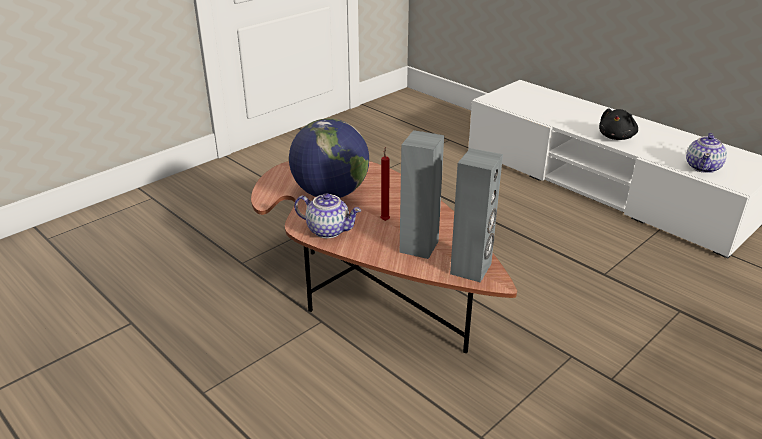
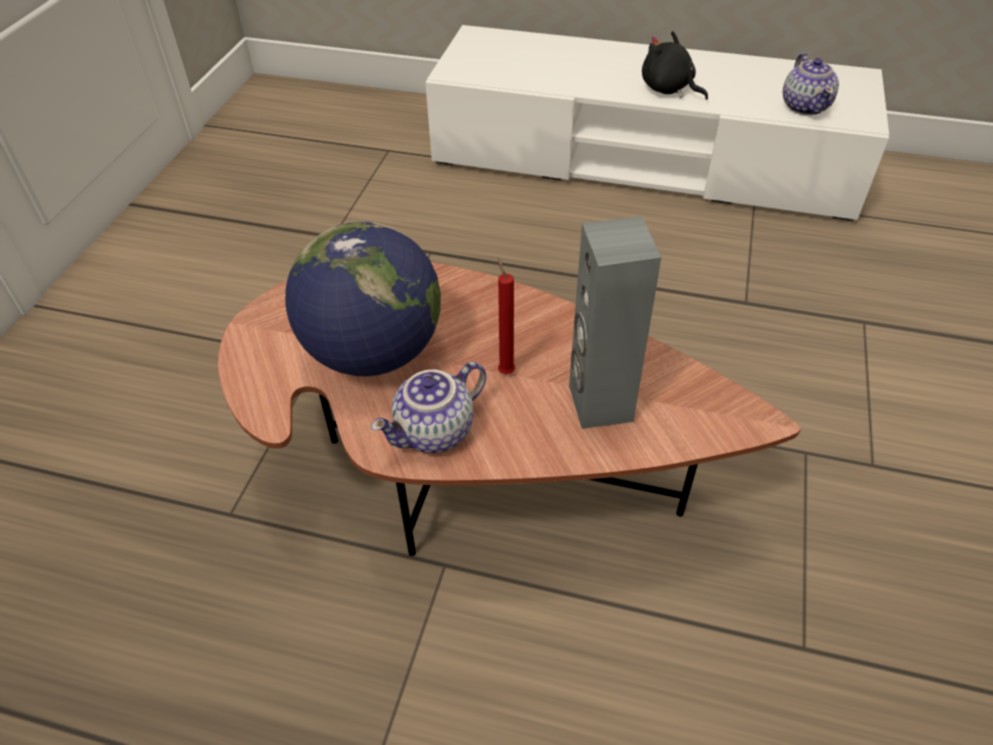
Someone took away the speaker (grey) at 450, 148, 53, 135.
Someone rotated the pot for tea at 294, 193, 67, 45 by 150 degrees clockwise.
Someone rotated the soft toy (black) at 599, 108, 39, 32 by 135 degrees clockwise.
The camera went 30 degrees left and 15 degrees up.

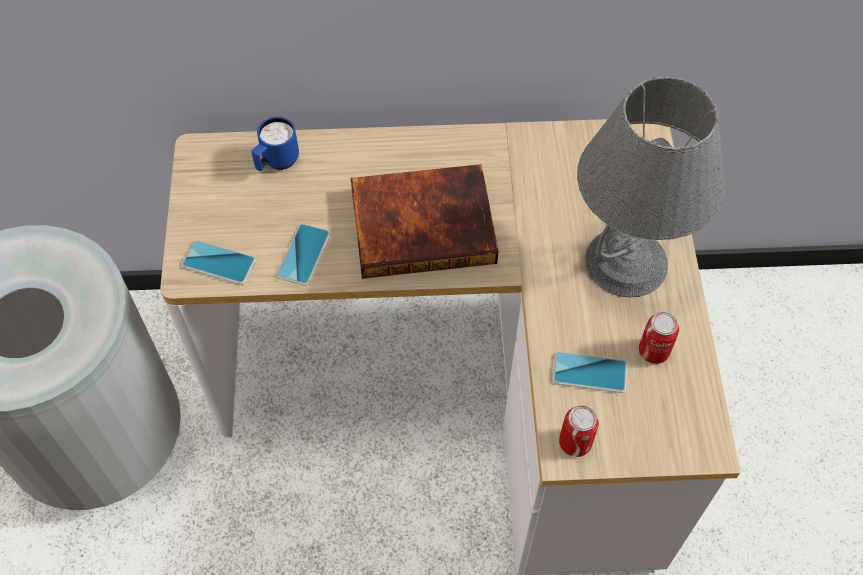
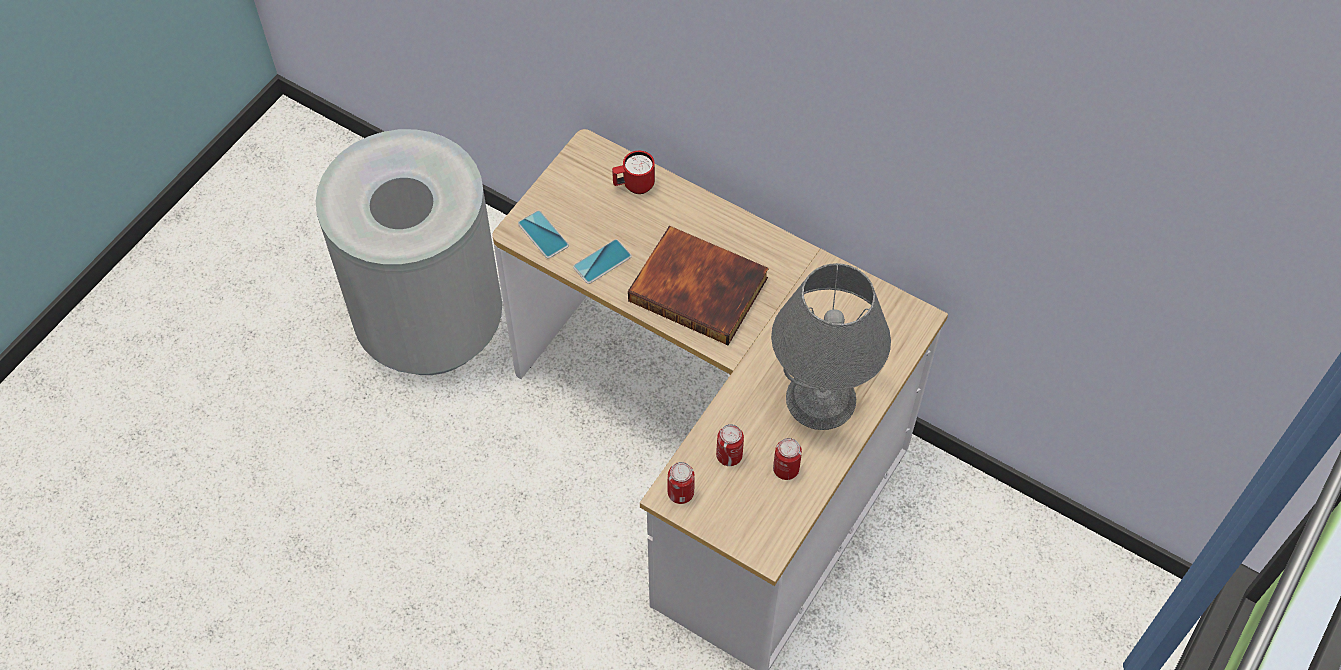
Someone swapped the phone at 552, 352, 75, 41 for the metal can at 716, 424, 28, 42.
Someone repainted the coffee mug (blue) at 251, 117, 48, 54, which became the coffee mug (red-coloured) at 612, 151, 43, 43.
The camera went 35 degrees right and 0 degrees up.

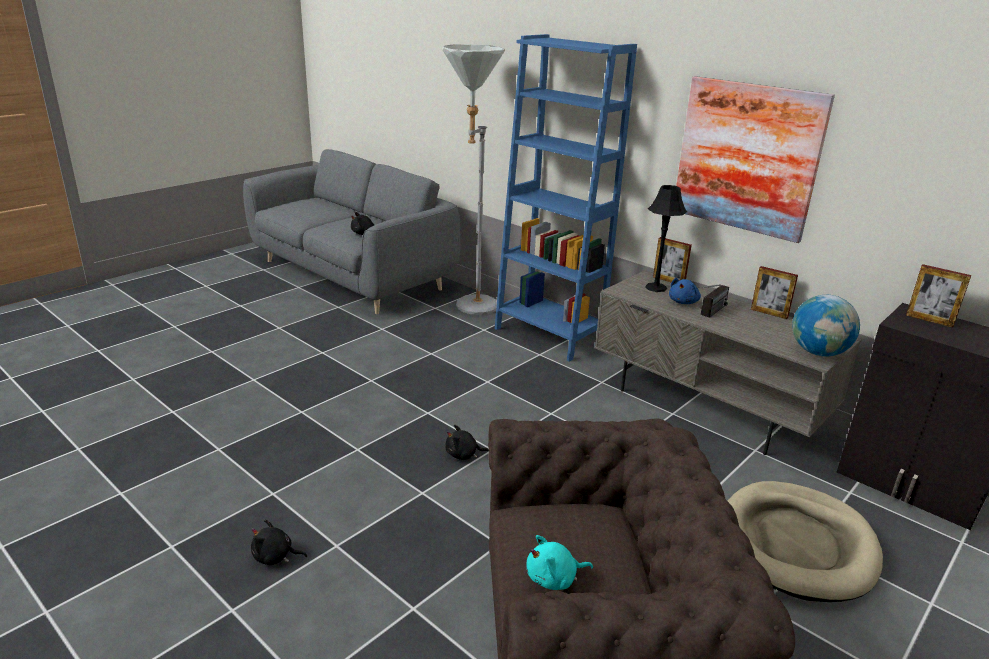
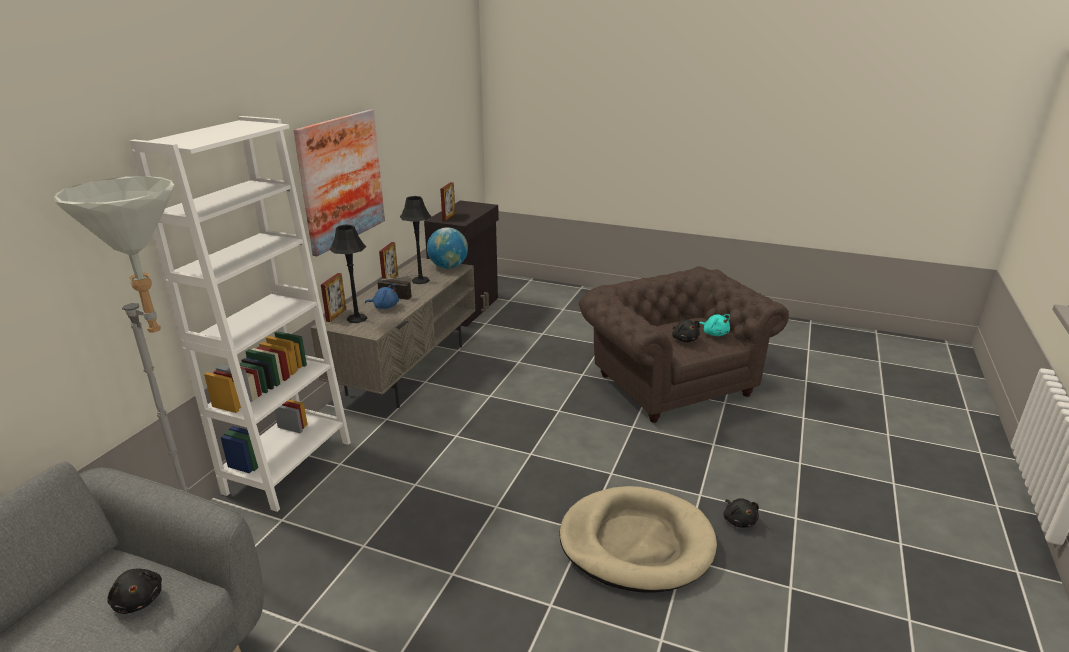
Someone put down the tabletop lamp (black) at 400, 196, 32, 88.
Someone carried the soft toy (black) from 445, 425, 44, 35 to 672, 320, 28, 22.
Someone carried the dog bed (sand-coloured) from 728, 481, 155, 121 to 559, 486, 158, 107.
Someone repainted the bookshelf (blue) at 495, 34, 142, 328, which became the bookshelf (white) at 129, 116, 222, 396.
The camera went 110 degrees left and 0 degrees up.

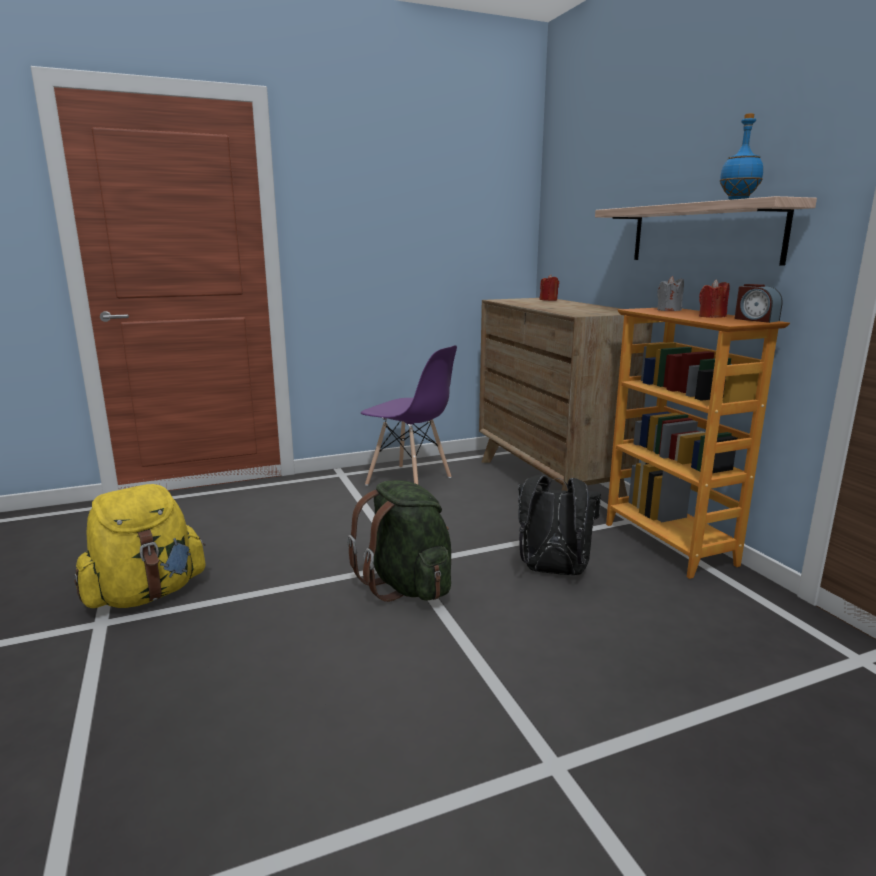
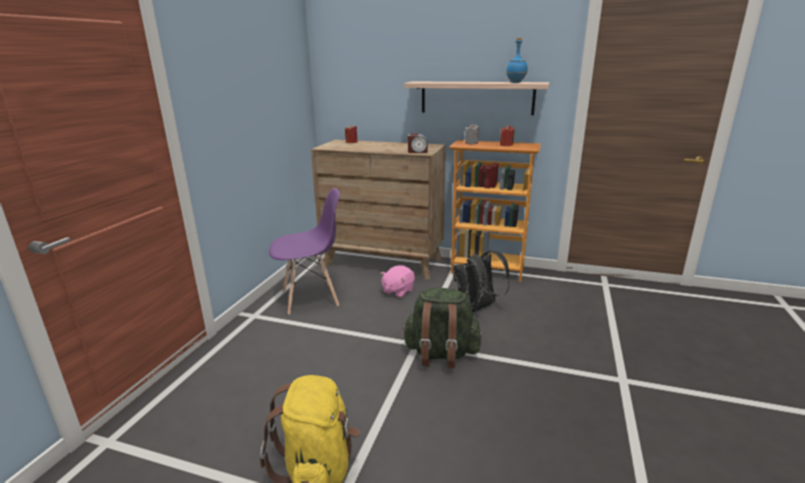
Someone put down the soft toy (pink-coloured) at 380, 265, 35, 33.
Someone carried the table clock from 735, 284, 47, 39 to 408, 134, 20, 19.
The camera went 50 degrees left and 5 degrees up.

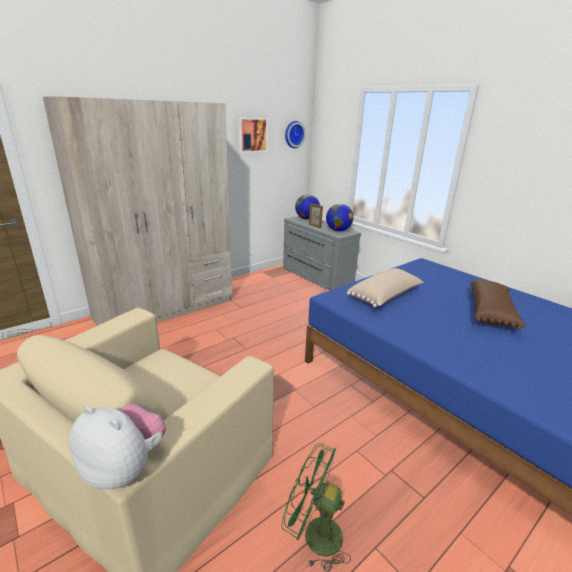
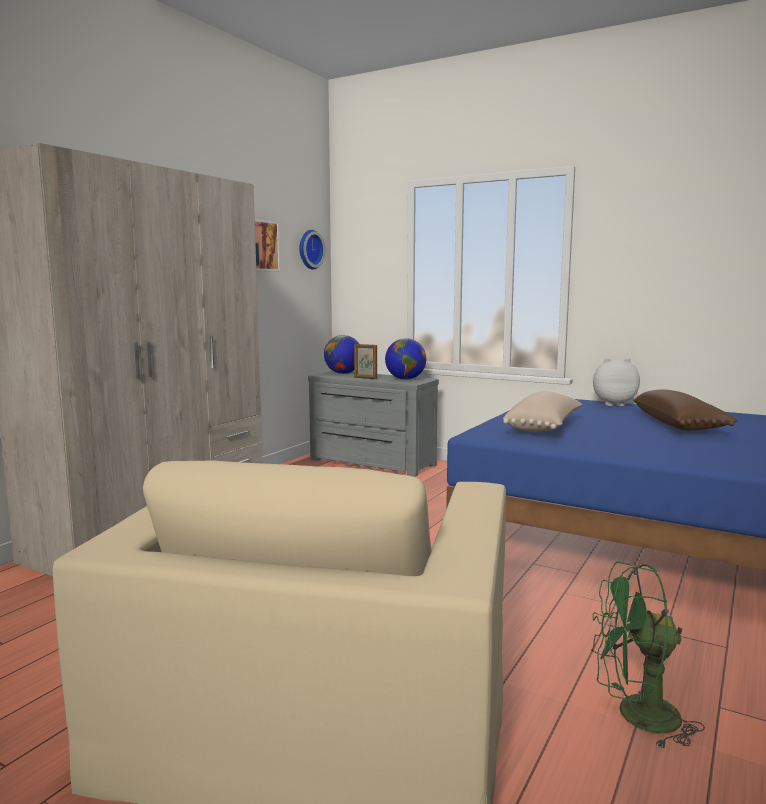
Someone carried the soft toy from 69, 403, 97, 87 to 593, 358, 47, 48.
The camera went 20 degrees left and 15 degrees down.

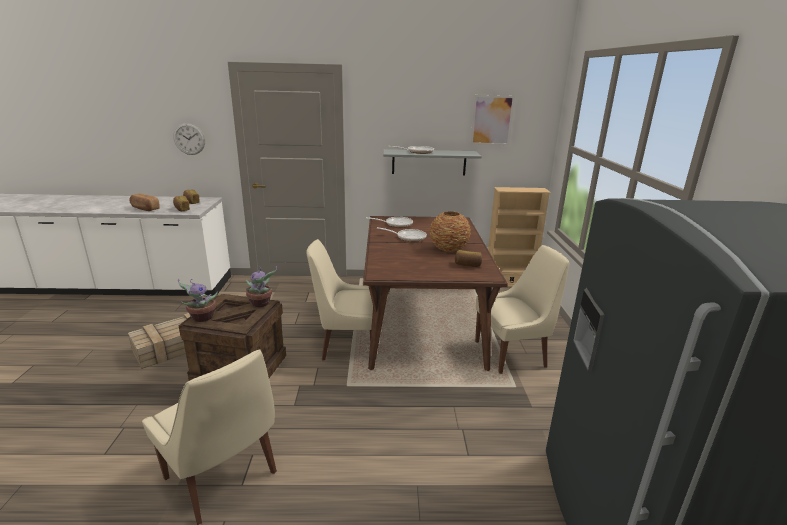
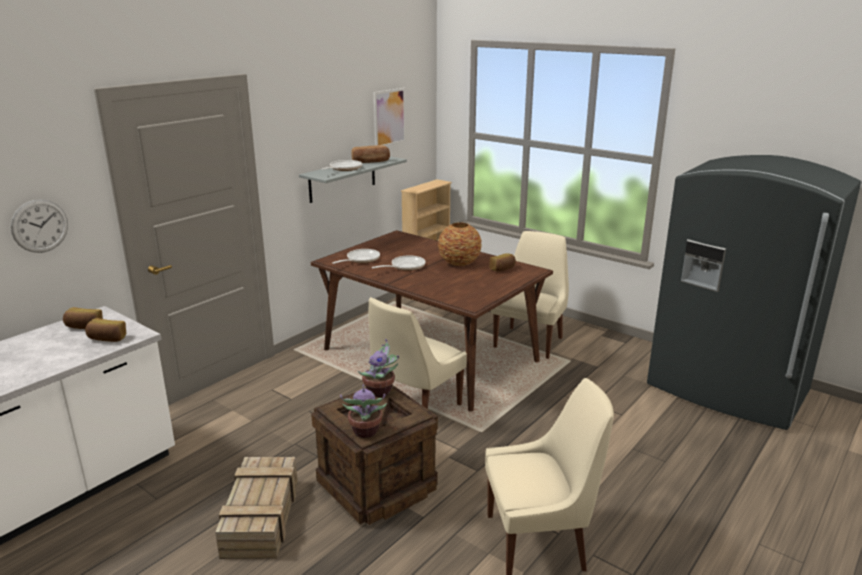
Someone carried the bread from 129, 193, 31, 18 to 351, 145, 39, 18.
The camera went 50 degrees left and 0 degrees up.

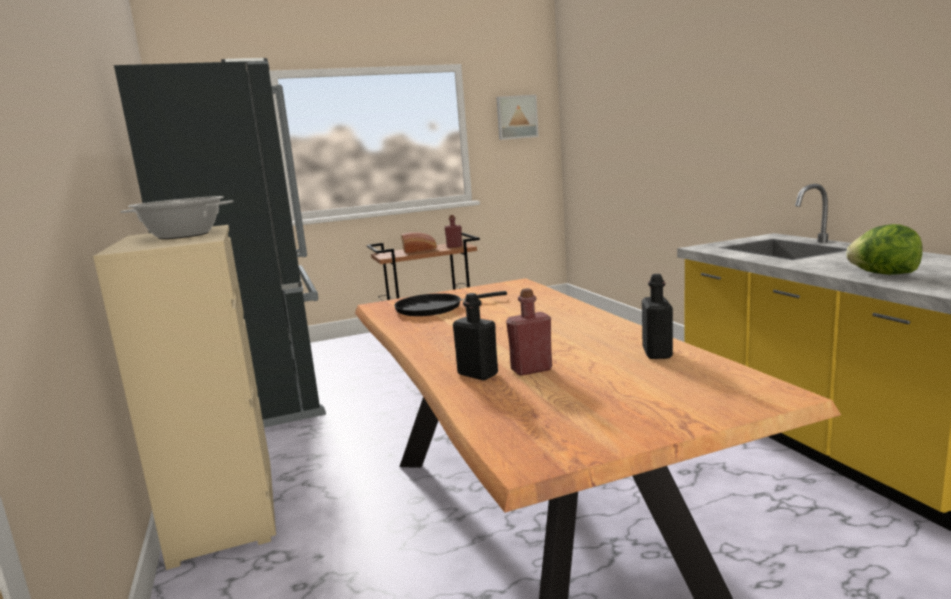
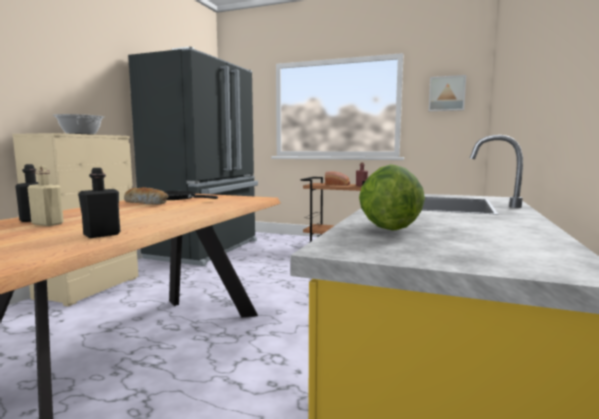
Someone put down the bread at 124, 187, 44, 18.
Someone repainted the beverage bottle (red-coloured) at 506, 288, 46, 88, which became the beverage bottle (sand-coloured) at 27, 165, 37, 61.
The camera went 40 degrees right and 5 degrees down.

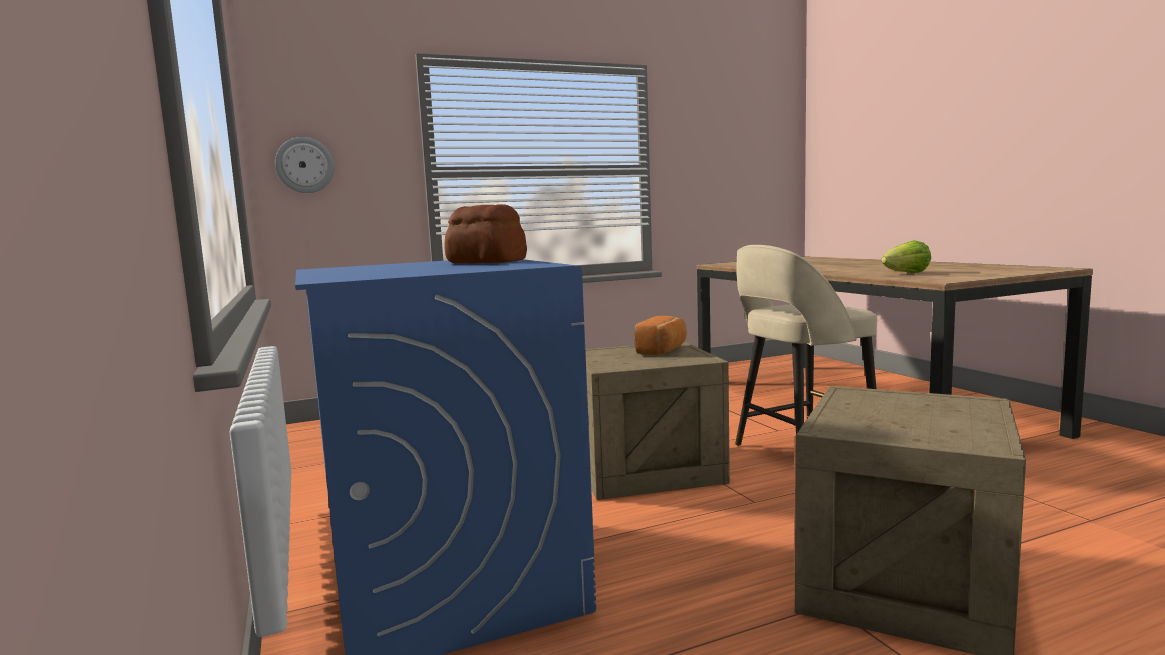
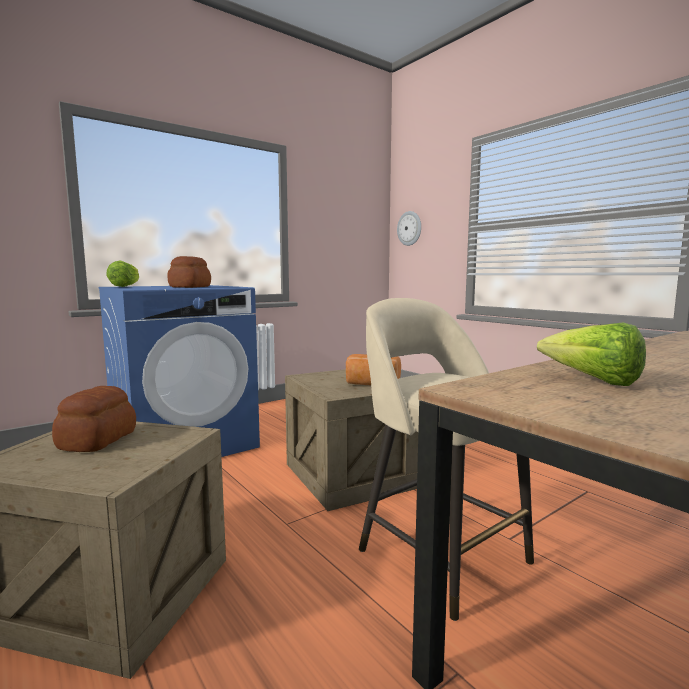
Someone put down the bread at 52, 386, 84, 66.
Someone put down the lettuce at 106, 260, 33, 27.
The camera went 75 degrees right and 0 degrees up.

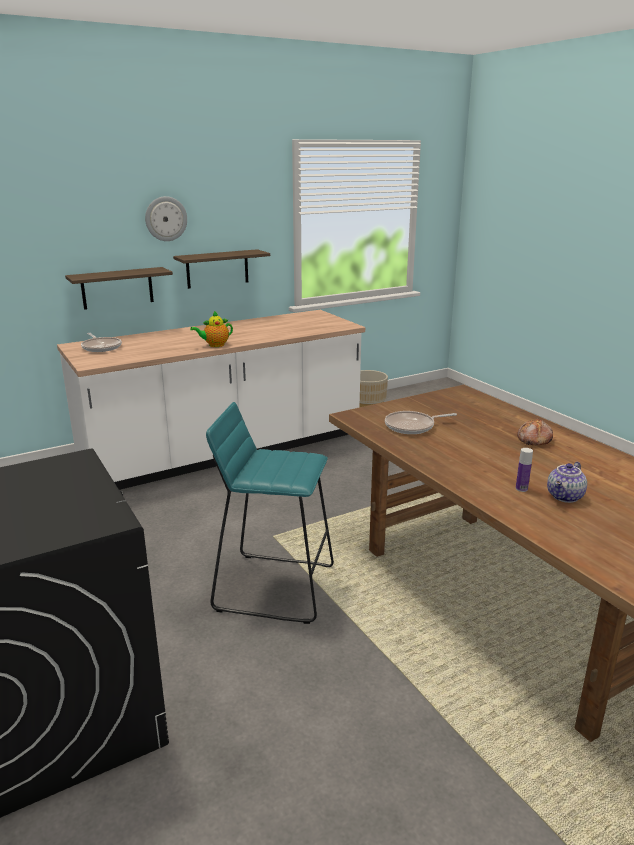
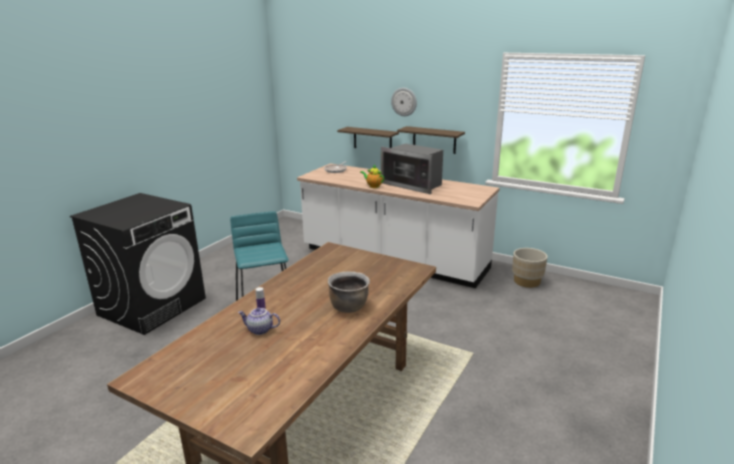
Someone took away the pan at 385, 411, 72, 23.
Someone put down the kitchen microwave at 381, 143, 62, 51.
Someone swapped the bread at 517, 418, 36, 27 for the cooking pot (brown-coloured) at 328, 271, 42, 42.
The camera went 60 degrees right and 0 degrees up.

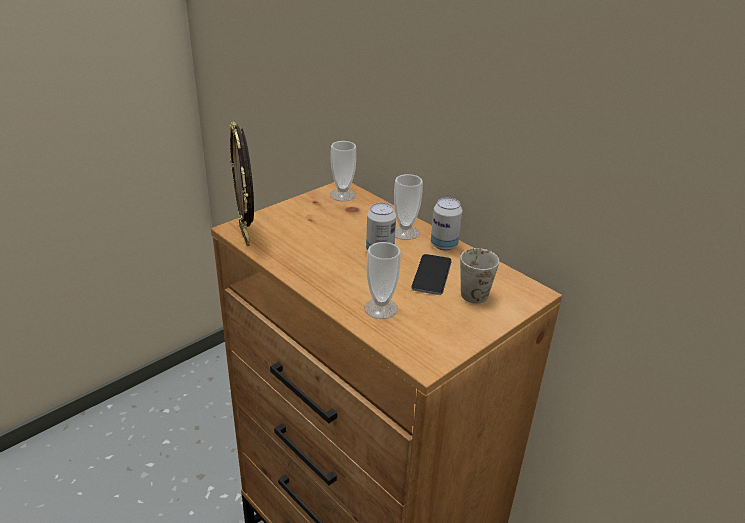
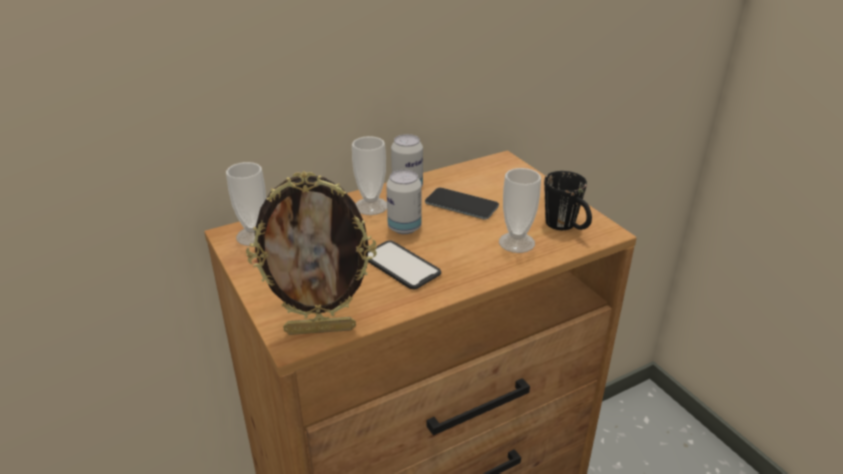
Someone took away the coffee mug (white) at 460, 248, 39, 56.
Someone put down the phone at 368, 240, 73, 49.
Someone put down the coffee mug (black) at 544, 171, 48, 59.
The camera went 75 degrees left and 0 degrees up.

